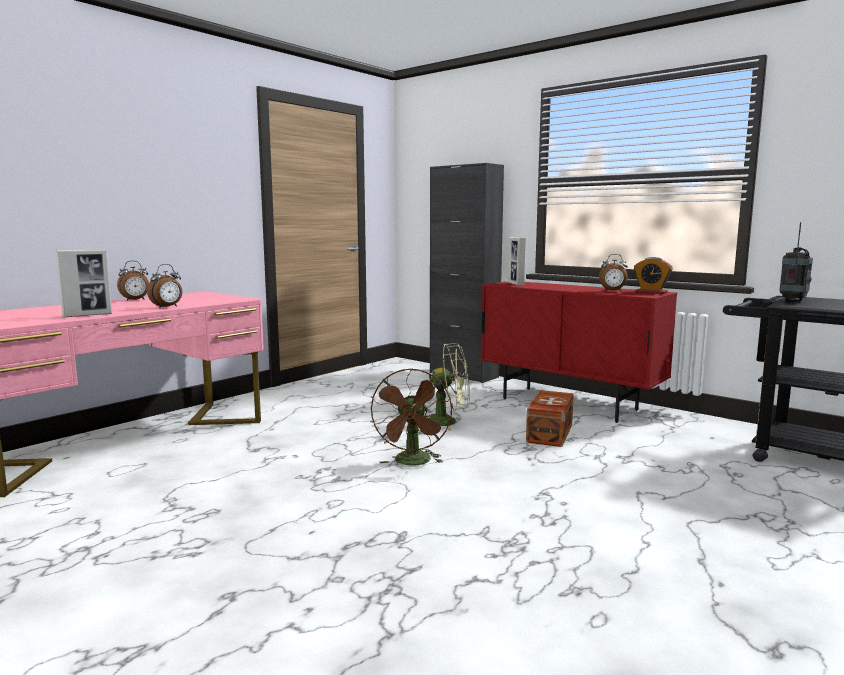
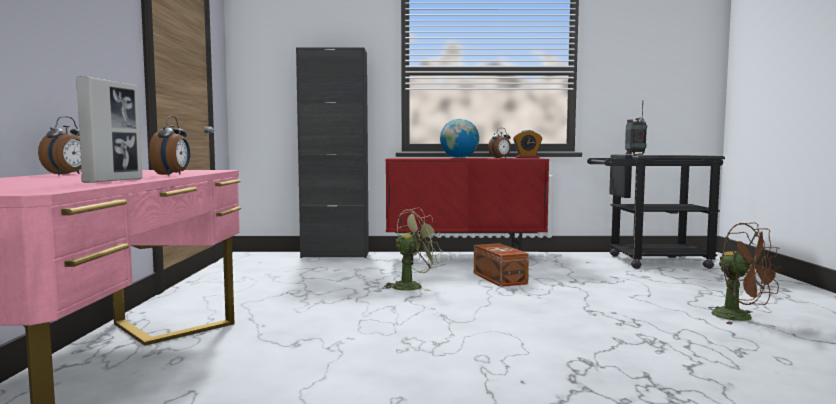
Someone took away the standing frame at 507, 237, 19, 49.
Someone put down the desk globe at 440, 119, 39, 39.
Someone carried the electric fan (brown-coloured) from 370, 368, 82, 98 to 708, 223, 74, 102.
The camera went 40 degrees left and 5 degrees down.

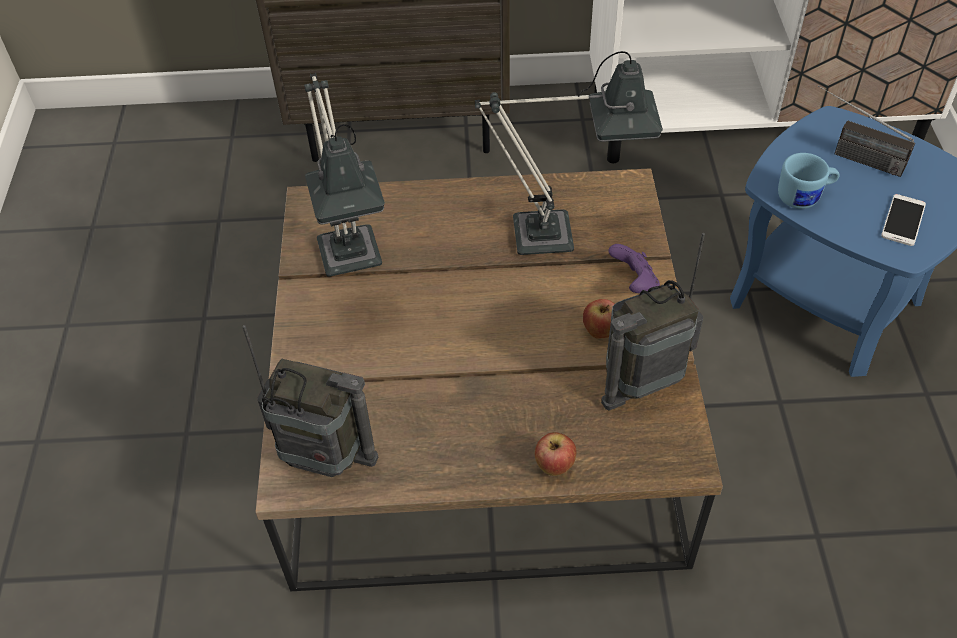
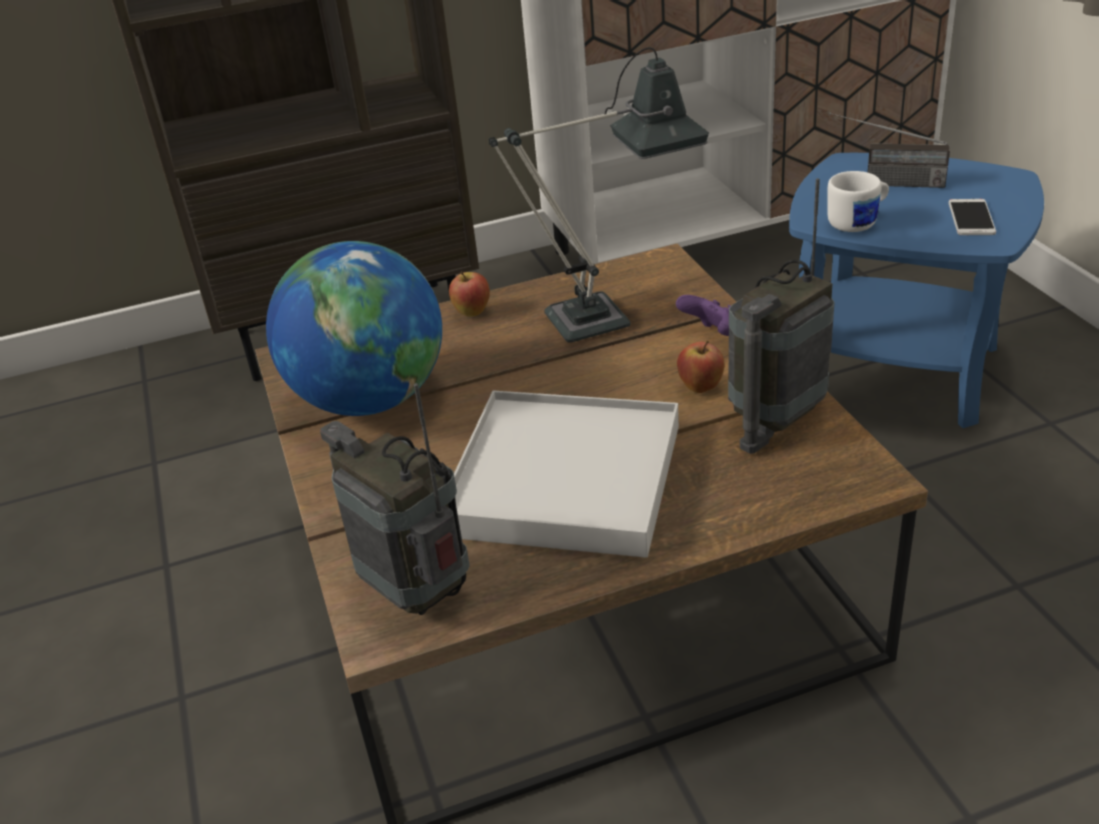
Someone put down the tray (white) at 454, 390, 225, 168.
Someone carried the whole apple from 535, 432, 41, 44 to 449, 271, 41, 46.
Someone swapped the tabletop lamp at 304, 72, 81, 205 for the desk globe at 266, 241, 176, 175.
Someone repainted the coffee mug (blue) at 778, 153, 62, 56, which became the coffee mug (white) at 827, 171, 62, 61.
Someone rotated the radio at 242, 325, 136, 152 by 135 degrees counterclockwise.
The camera went 15 degrees left and 15 degrees down.

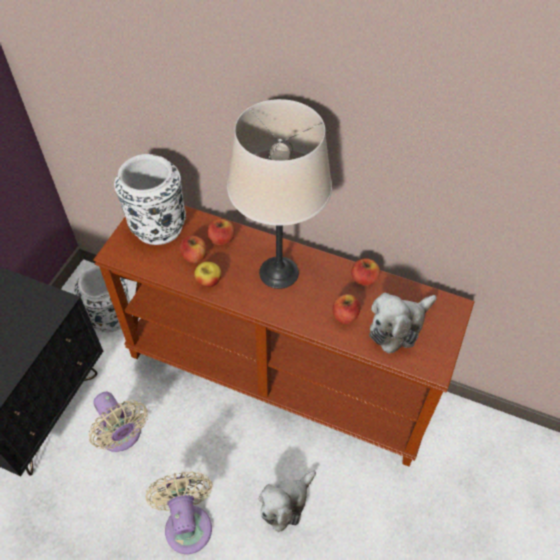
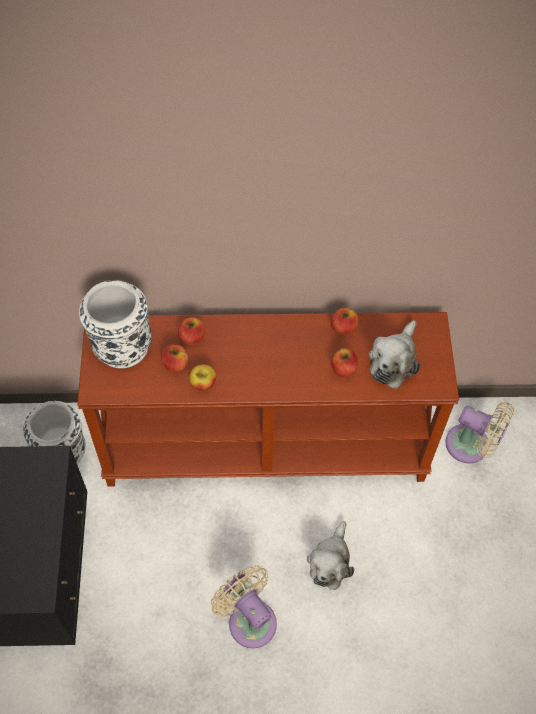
Someone took away the tabletop lamp (sand-coloured) at 227, 99, 105, 190.
Someone carried the electric fan (sand-coloured) from 89, 392, 59, 60 to 446, 402, 68, 62.
The camera went 25 degrees left and 5 degrees up.

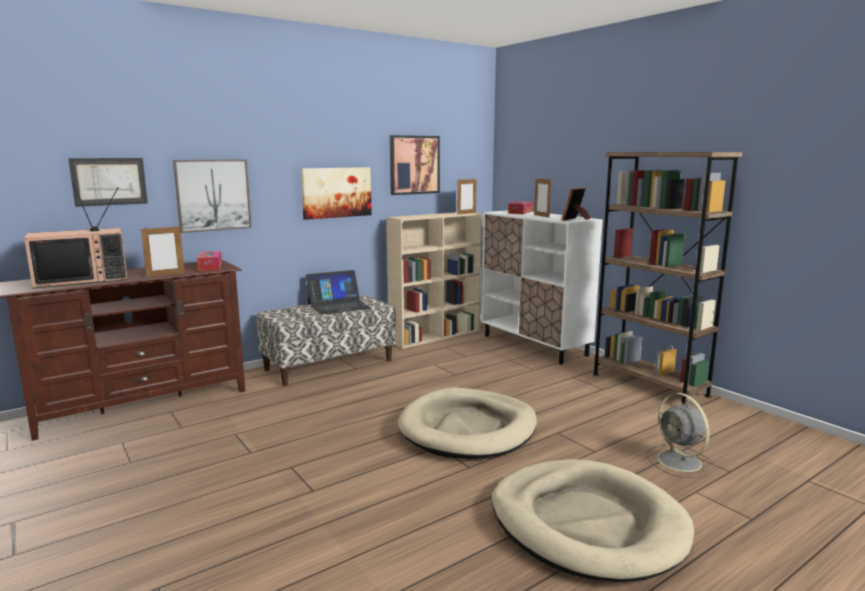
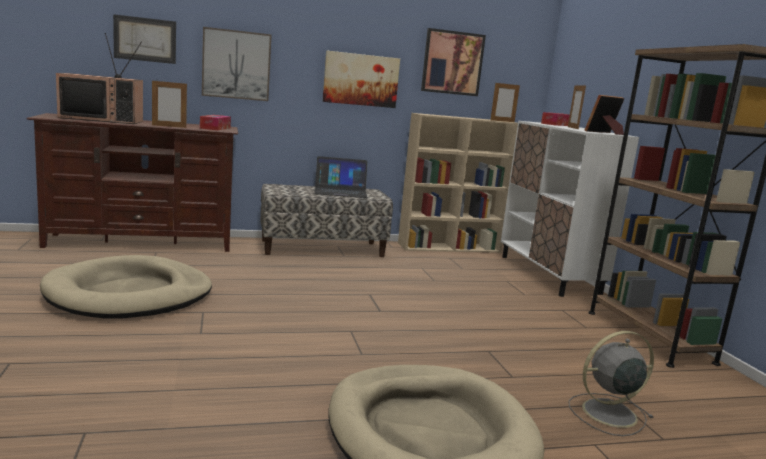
Someone carried the dog bed (sand-coloured) from 398, 387, 139, 72 to 40, 255, 172, 64.
Someone rotated the electric fan (grey) at 647, 393, 69, 85 by 75 degrees clockwise.
The camera went 20 degrees right and 0 degrees up.

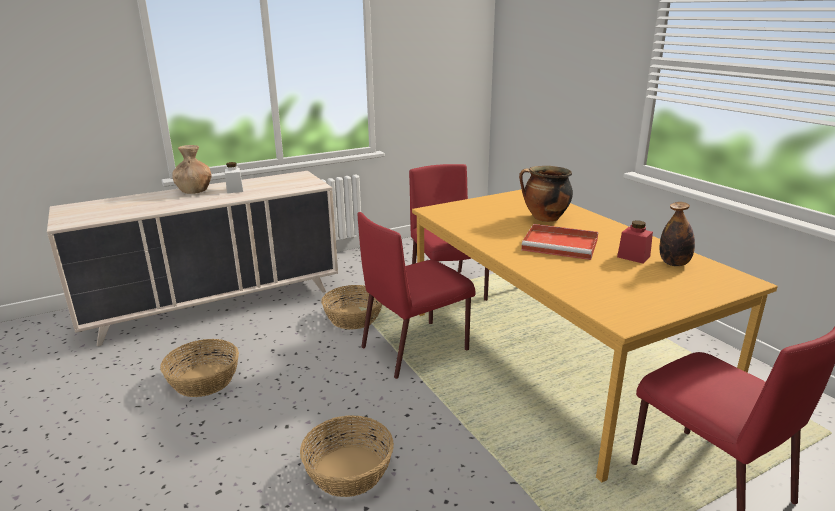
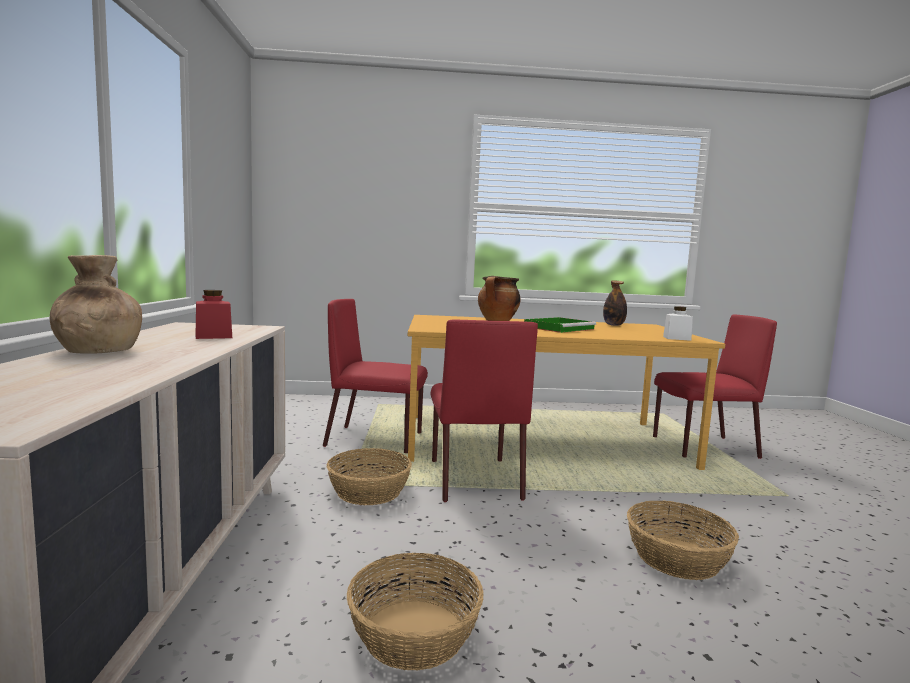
Someone carried the preserve jar (white) from 225, 162, 18, 31 to 663, 306, 30, 35.
Someone carried the preserve jar (red-coloured) from 617, 220, 36, 43 to 196, 290, 36, 49.
Someone repainted the tray (red-coloured) at 521, 224, 77, 36, which became the tray (green-coloured) at 524, 317, 72, 16.
The camera went 65 degrees left and 15 degrees down.

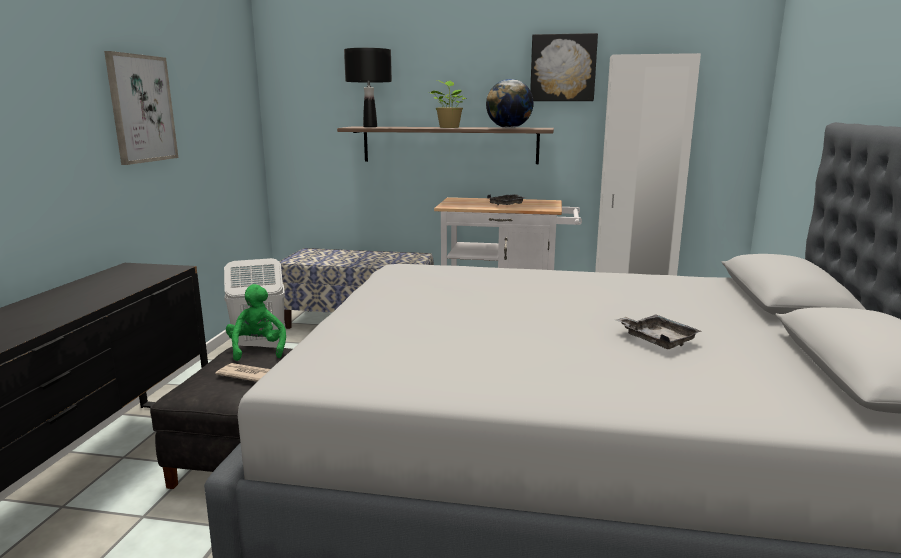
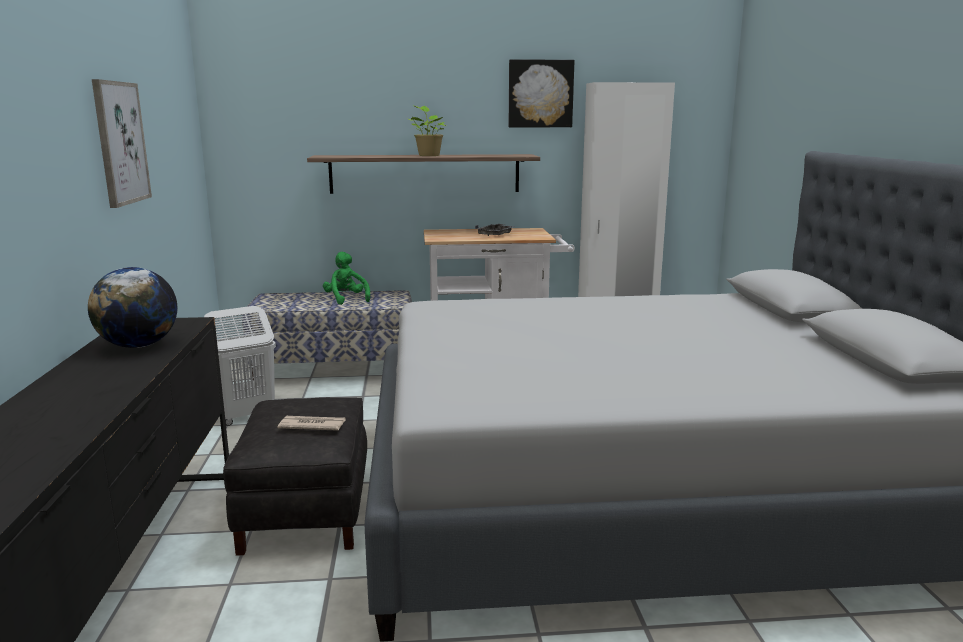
Someone took away the tabletop lamp (black) at 344, 48, 48, 79.
Someone took away the tray (grey) at 616, 314, 85, 35.
Someone carried the soft toy (green-coloured) from 226, 284, 60, 77 to 323, 252, 47, 53.
Someone carried the desk globe from 486, 79, 48, 49 to 88, 267, 90, 81.
The camera went 15 degrees left and 0 degrees up.

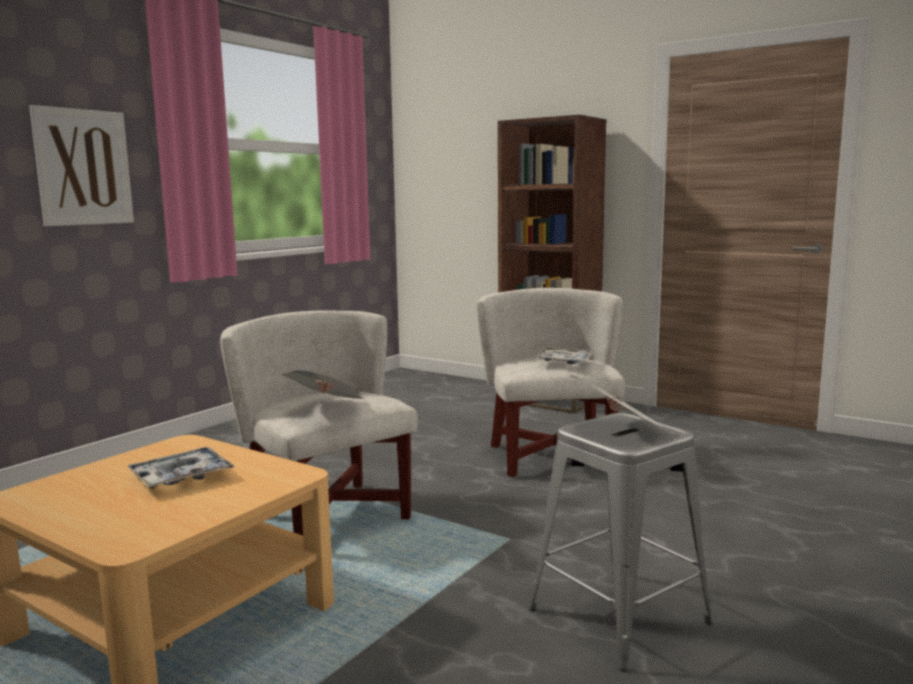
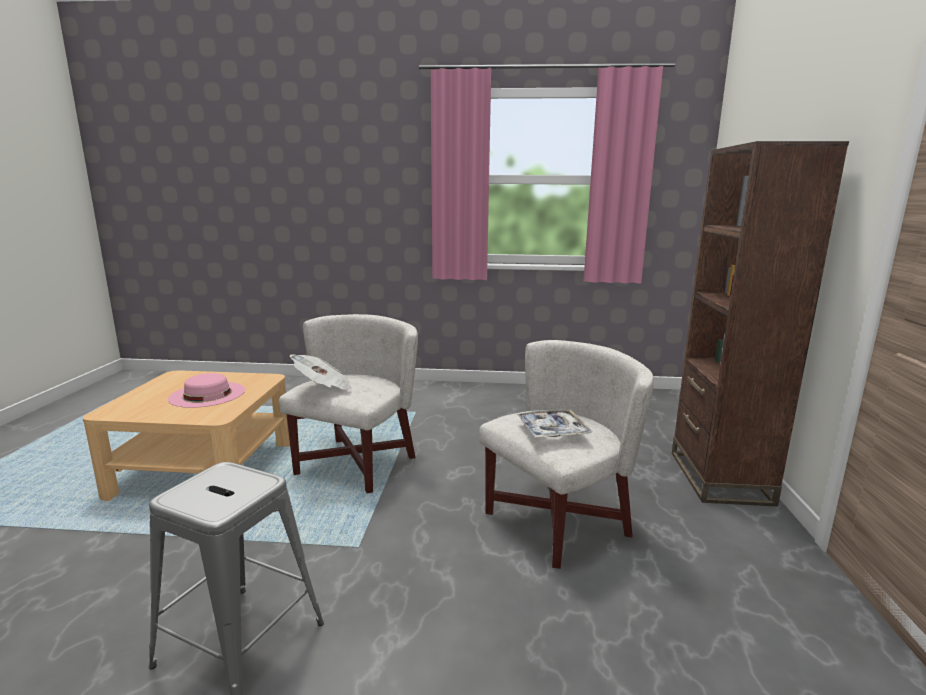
Someone took away the picture at 29, 105, 105, 121.
Someone took away the printed paper at 568, 374, 110, 57.
Someone swapped the tray at 128, 447, 107, 42 for the wearable hat (pink-coloured) at 168, 373, 77, 35.
The camera went 60 degrees right and 5 degrees up.

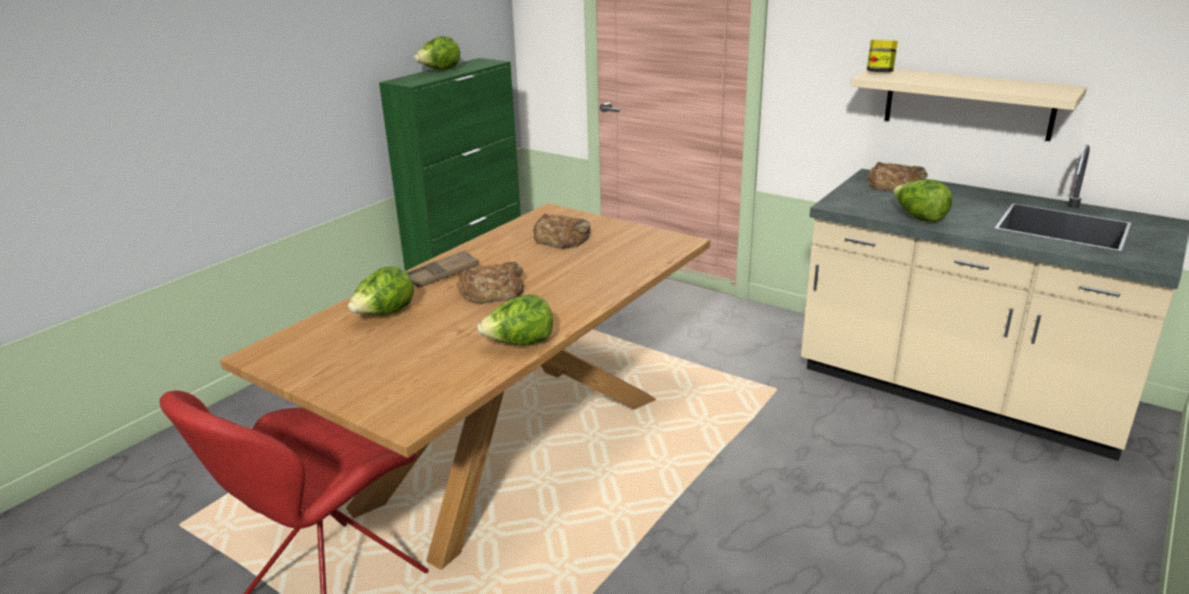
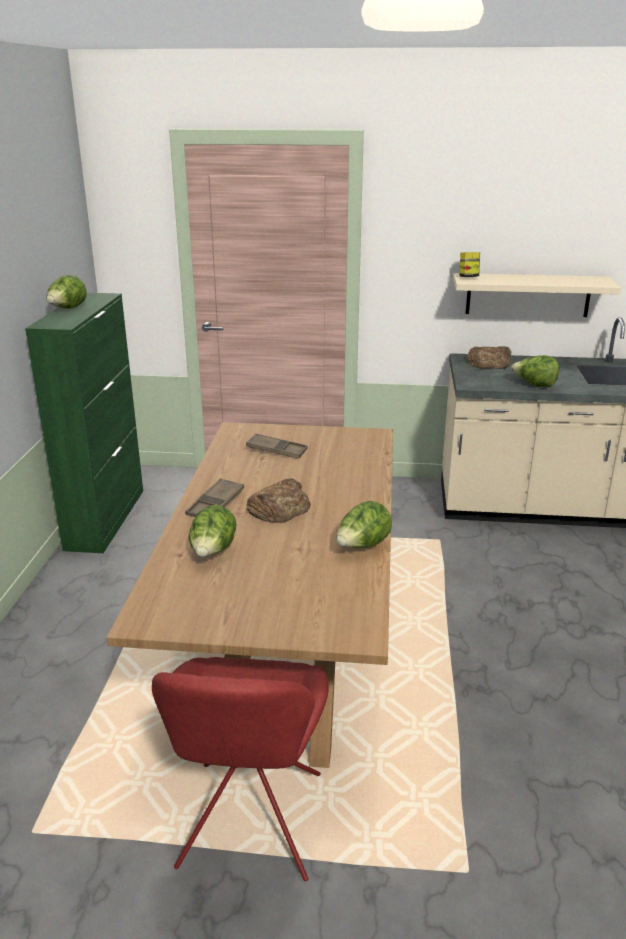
Someone swapped the bread at 533, 214, 58, 35 for the tray (brown-coloured) at 246, 433, 61, 25.
The camera went 30 degrees left and 0 degrees up.

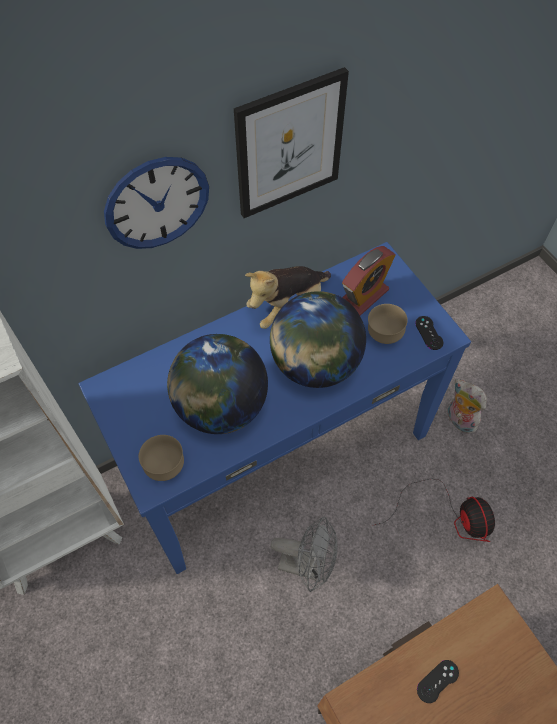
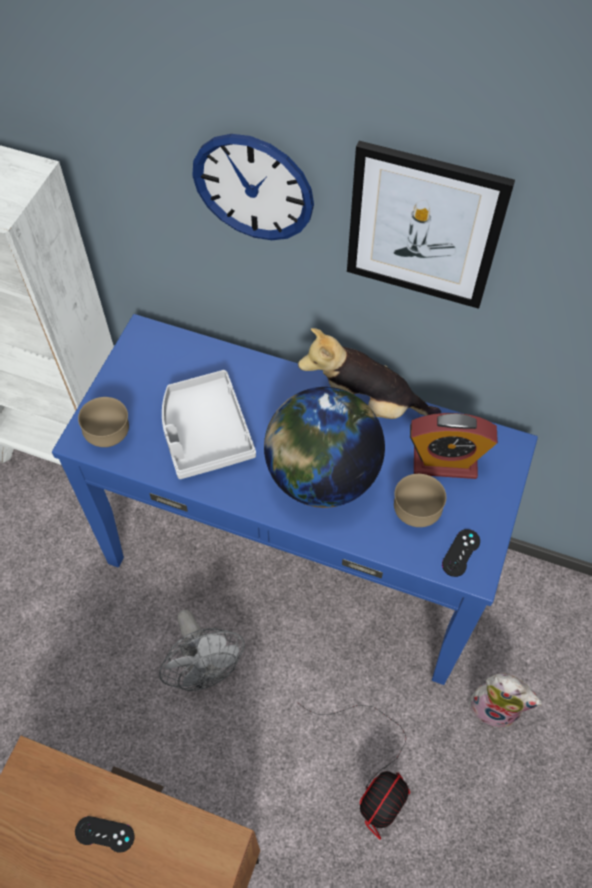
Someone swapped the desk globe at 167, 334, 101, 100 for the tray (grey) at 162, 370, 94, 109.
Someone rotated the soft toy at 448, 379, 39, 55 by 105 degrees clockwise.
The camera went 50 degrees right and 0 degrees up.

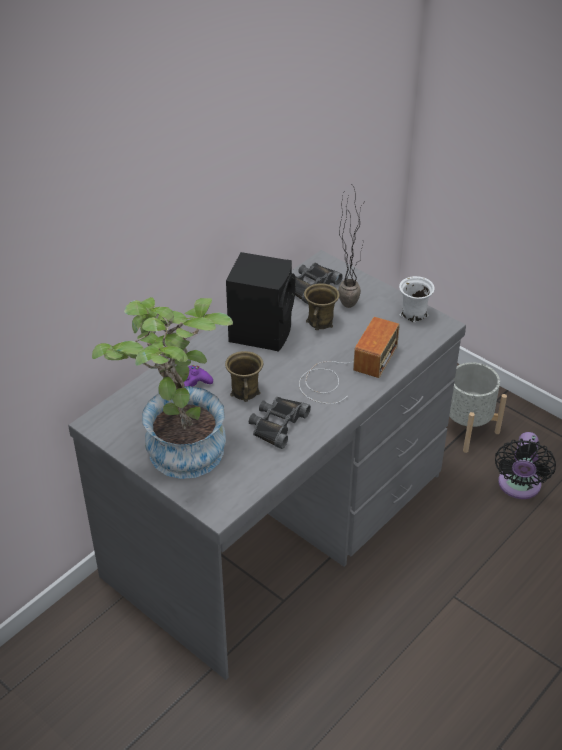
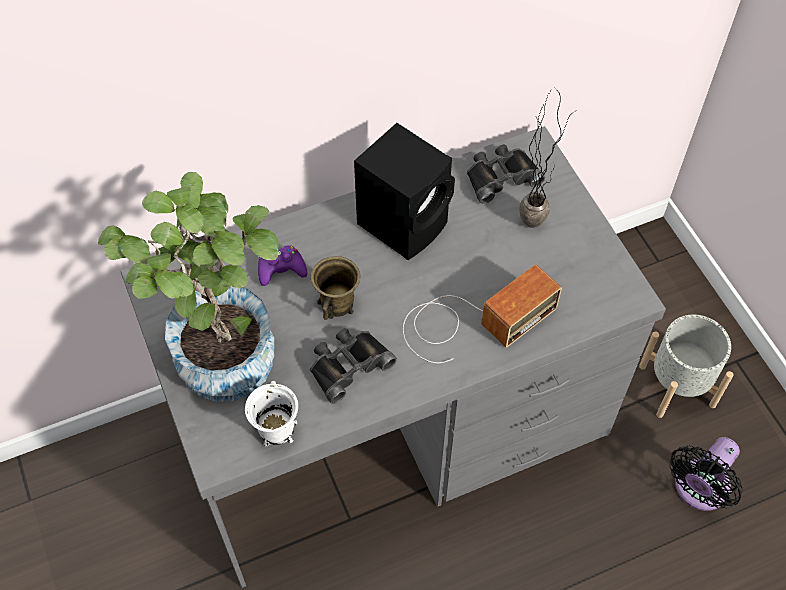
Someone took away the coffee mug (brown-coloured) at 304, 283, 36, 47.
Someone carried the coffee mug (white) from 399, 276, 36, 47 to 245, 381, 53, 65.
The camera went 25 degrees right and 15 degrees up.

